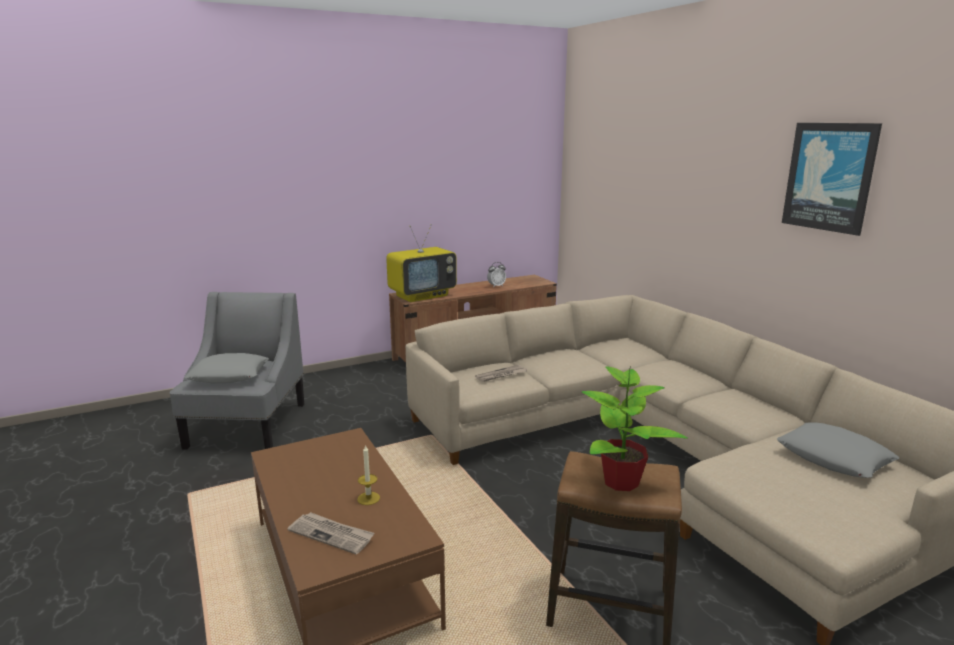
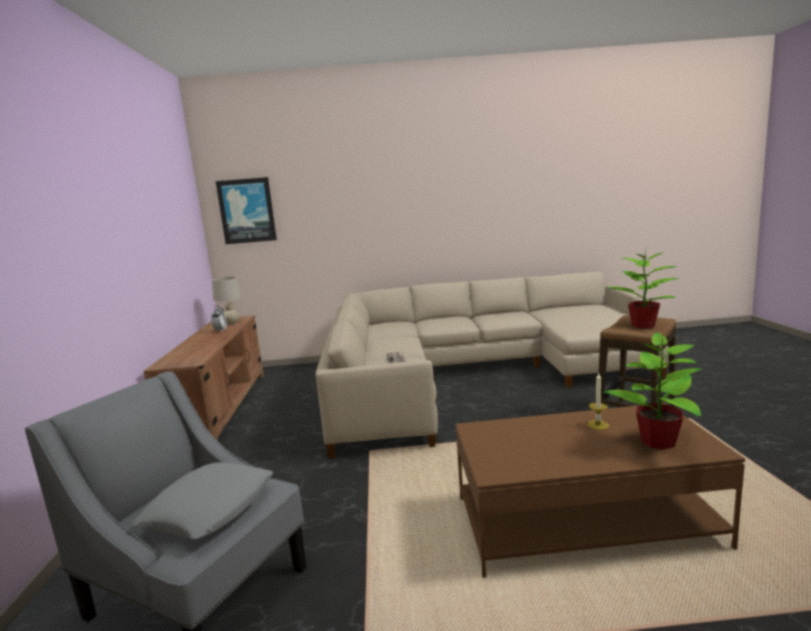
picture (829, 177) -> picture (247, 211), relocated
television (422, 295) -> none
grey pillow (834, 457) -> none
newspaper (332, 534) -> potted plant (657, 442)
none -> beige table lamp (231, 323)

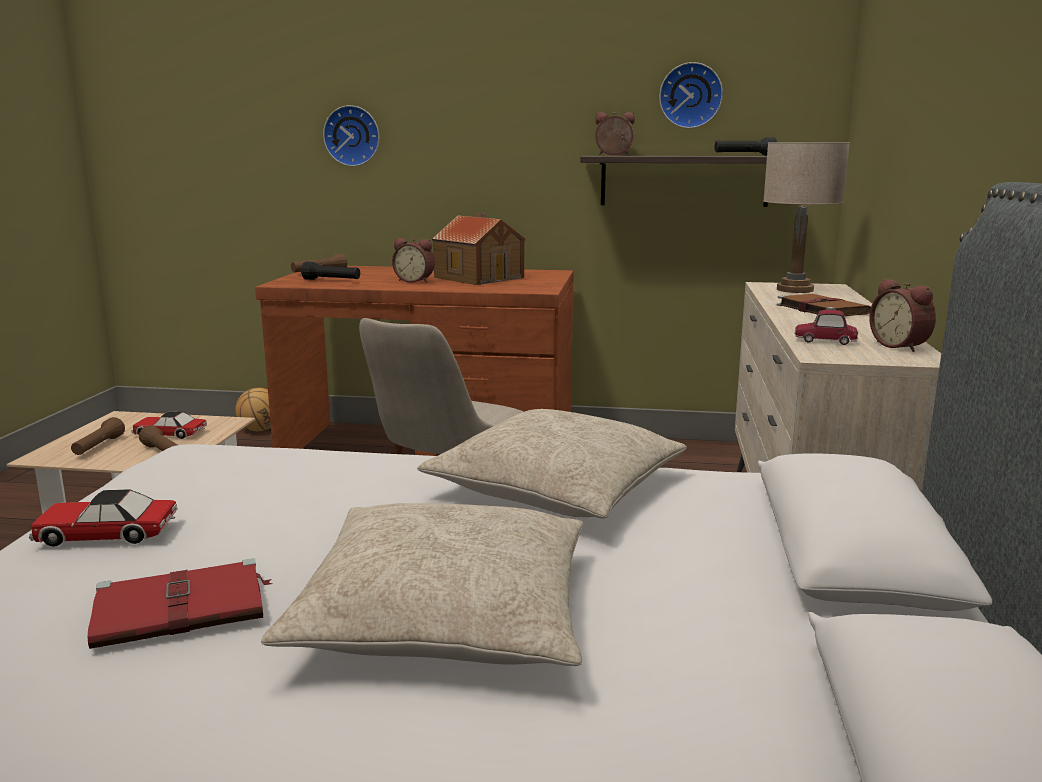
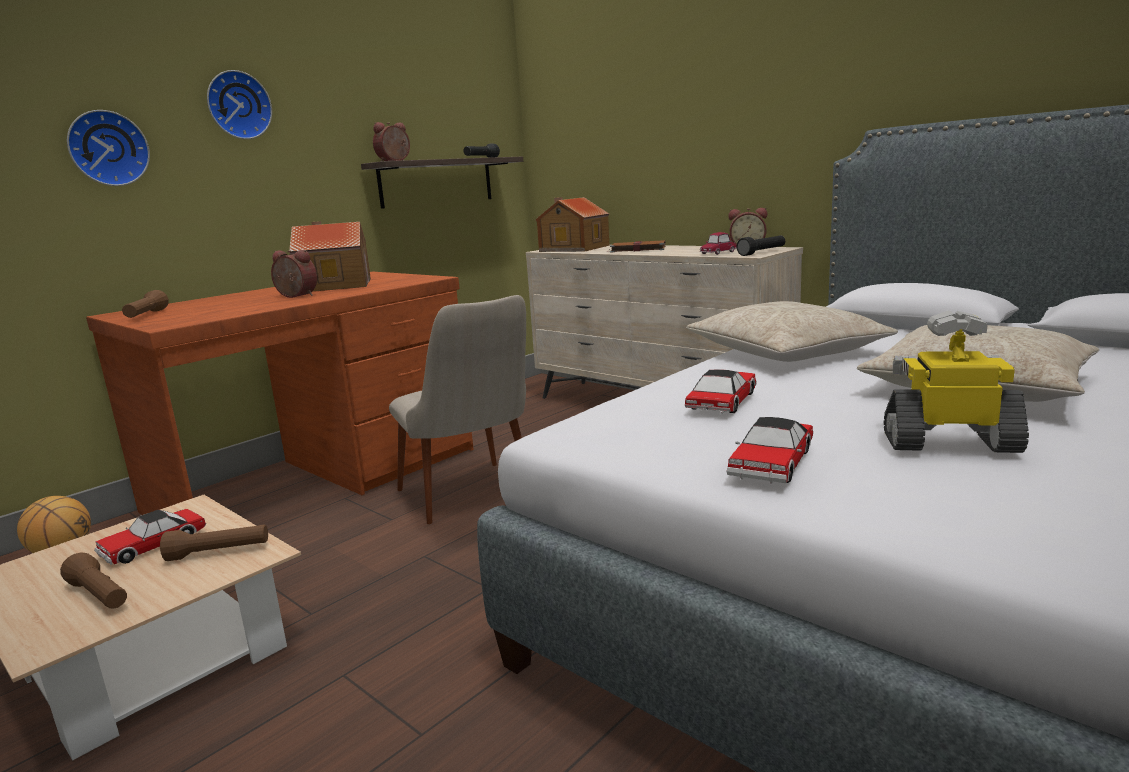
wall clock (690, 95) -> wall clock (238, 105), relocated
beige table lamp (794, 290) -> toy house (573, 248)
alarm clock (415, 281) -> alarm clock (295, 296), 120 degrees counterclockwise
black flashlight (332, 280) -> black flashlight (762, 252), relocated
red book (183, 609) -> toy robot (950, 442)
none -> toy car (722, 402)

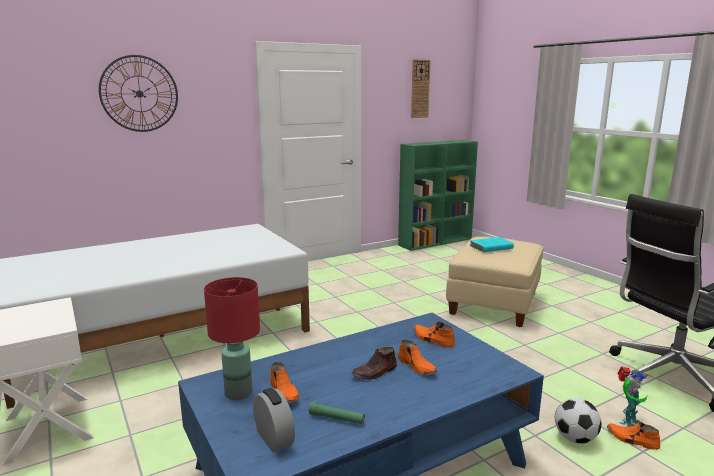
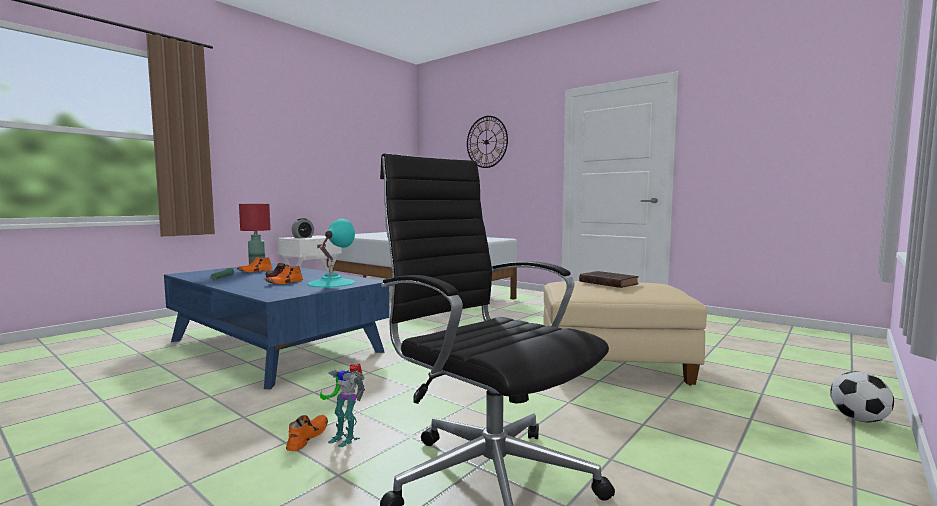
wall clock (420, 89) -> none
green bookcase (436, 242) -> none
turquoise book (490, 247) -> brown book (607, 282)
orange shoe (433, 340) -> turquoise table lamp (331, 283)
alarm clock (274, 438) -> alarm clock (303, 237), relocated
football (575, 438) -> football (858, 419), relocated

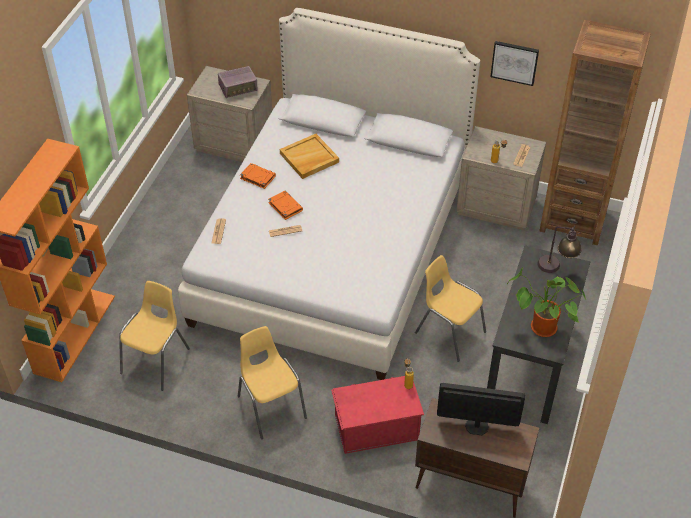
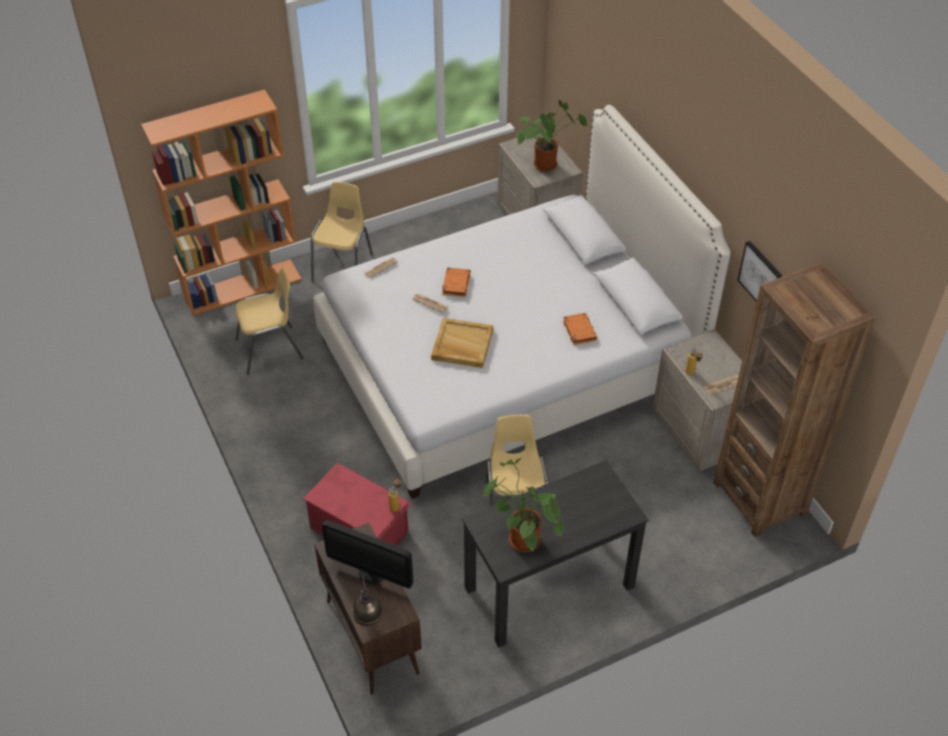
radio (238, 88) -> potted plant (547, 163)
beige tray (309, 158) -> beige tray (461, 345), relocated
orange book (257, 177) -> orange book (579, 330), relocated
table lamp (556, 268) -> table lamp (369, 623), relocated
yellow chair (271, 406) -> yellow chair (343, 267), relocated
monitor (476, 426) -> monitor (371, 574), 150 degrees clockwise

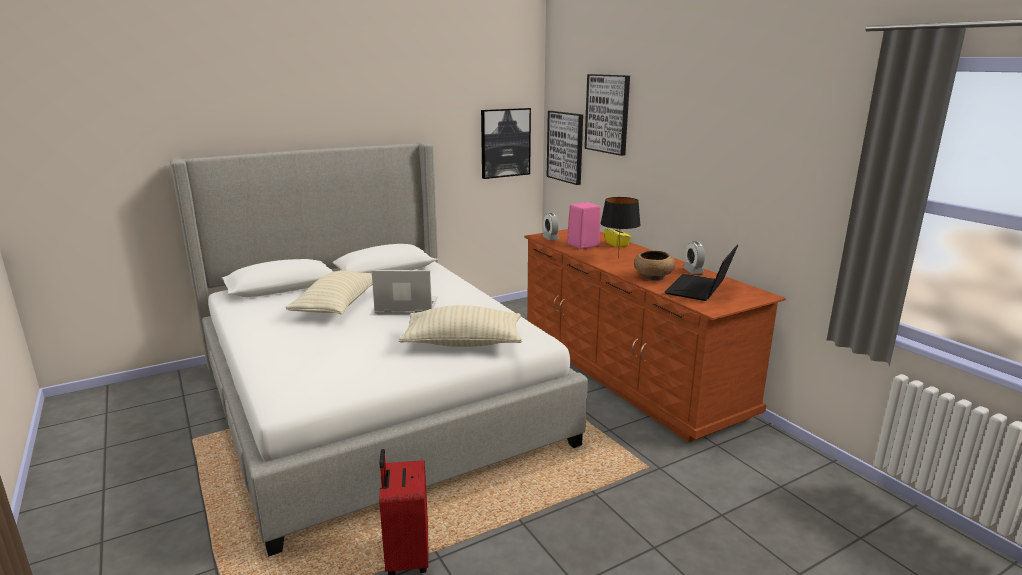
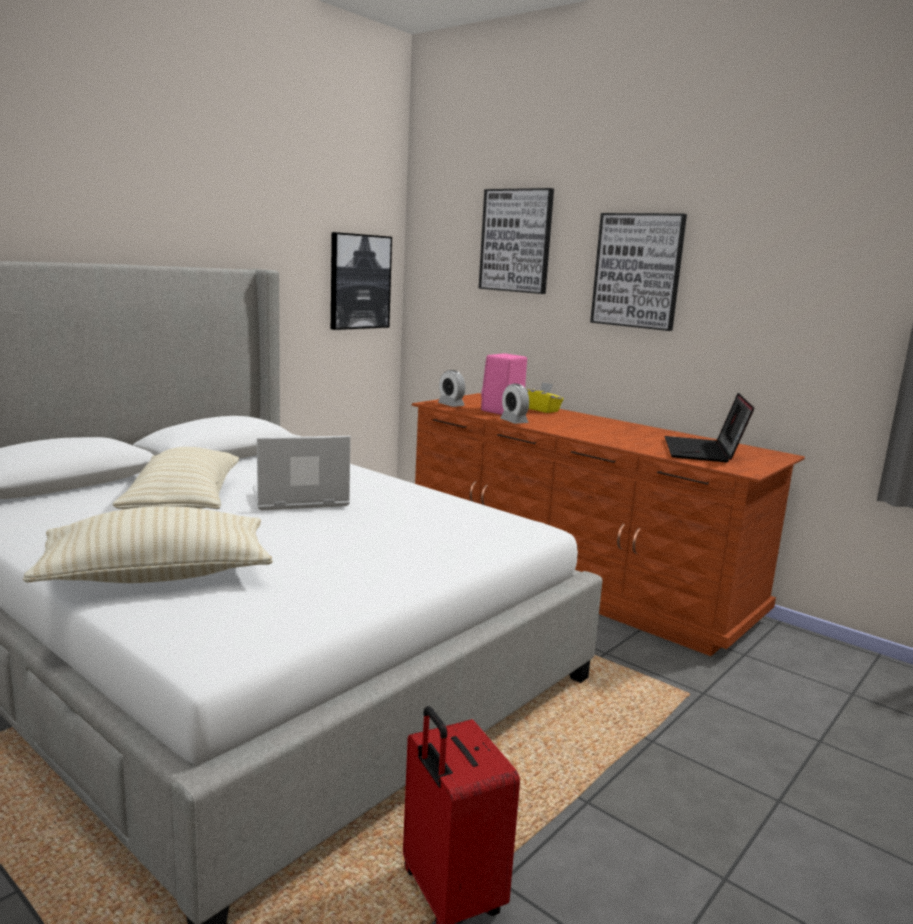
picture (565, 147) -> picture (637, 271), relocated
black table lamp (617, 258) -> none
alarm clock (693, 271) -> alarm clock (514, 421), relocated
brown bowl (653, 277) -> none
beige pillow (463, 343) -> beige pillow (157, 576), relocated

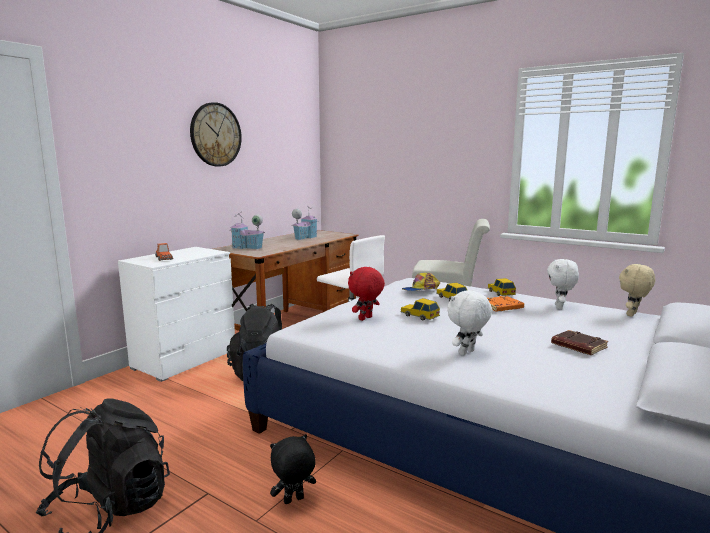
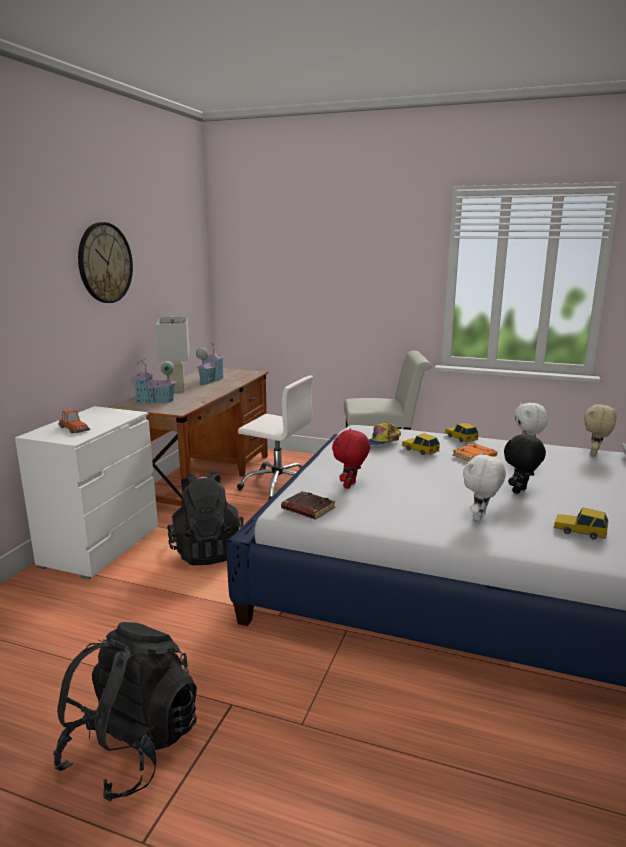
toy car (419, 316) -> toy car (579, 531), relocated
brown book (577, 346) -> brown book (307, 509), relocated
black plush toy (293, 501) -> black plush toy (520, 491), relocated
none -> white table lamp (177, 388)

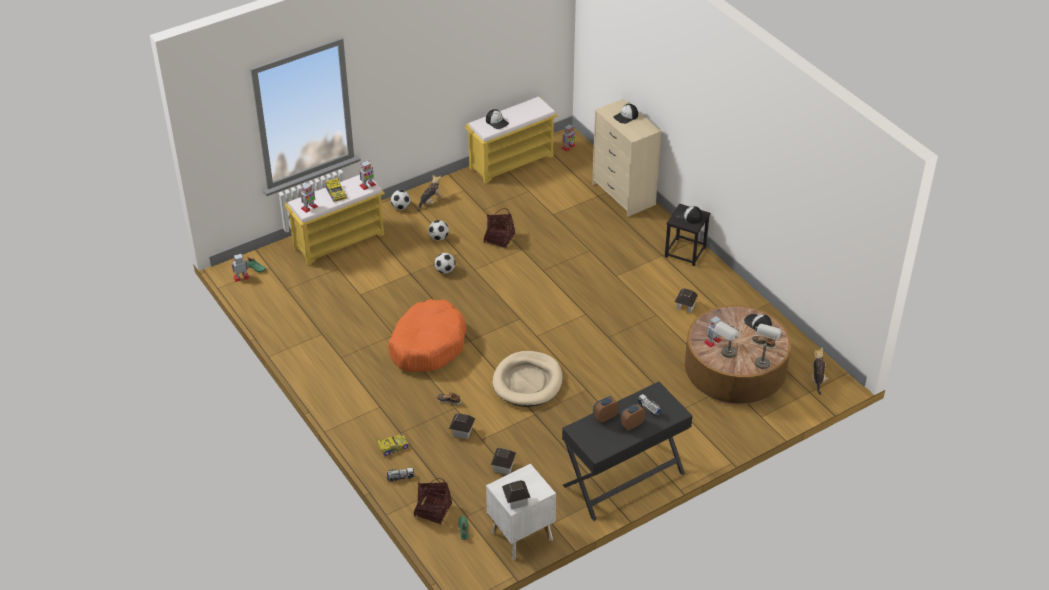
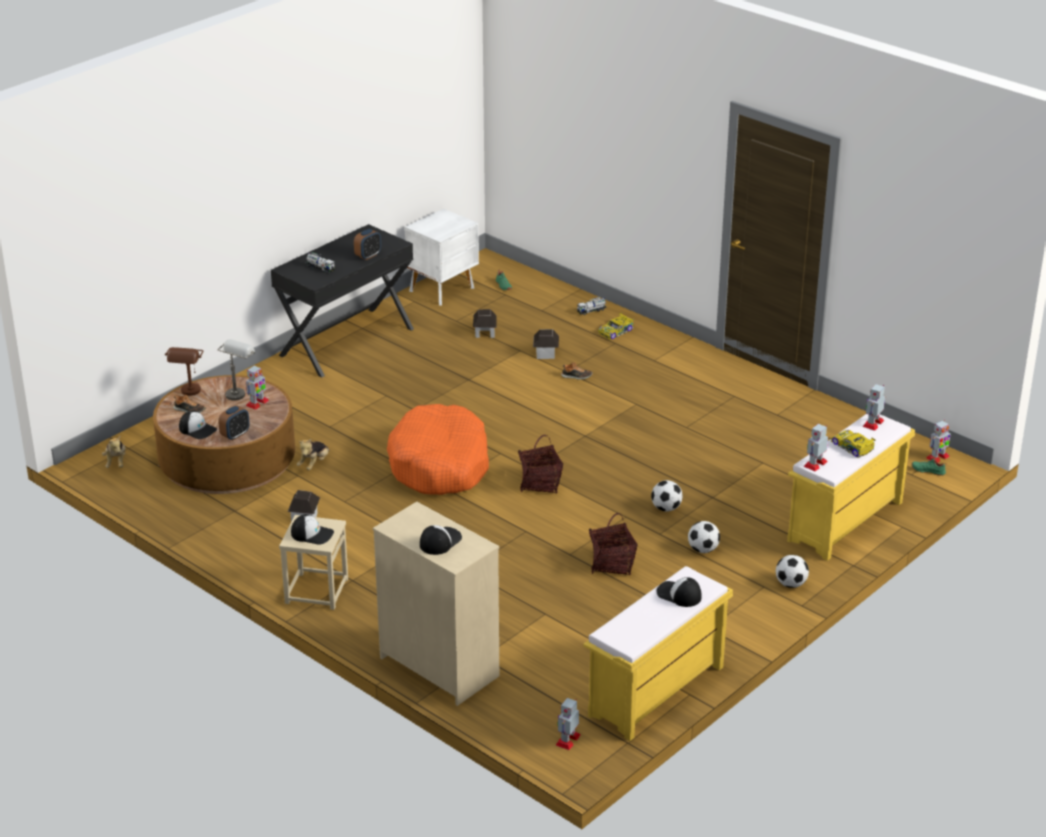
plush toy (430, 202) -> plush toy (314, 464), relocated
black stool (685, 252) -> beige stool (316, 591)
orange dog bed (427, 344) -> orange dog bed (440, 465), relocated
grey table lamp (763, 359) -> brown table lamp (189, 394)
beige dog bed (527, 382) -> none
alarm clock (631, 424) -> alarm clock (235, 435), relocated
basket (432, 510) -> basket (540, 483), relocated
toy house (516, 500) -> none

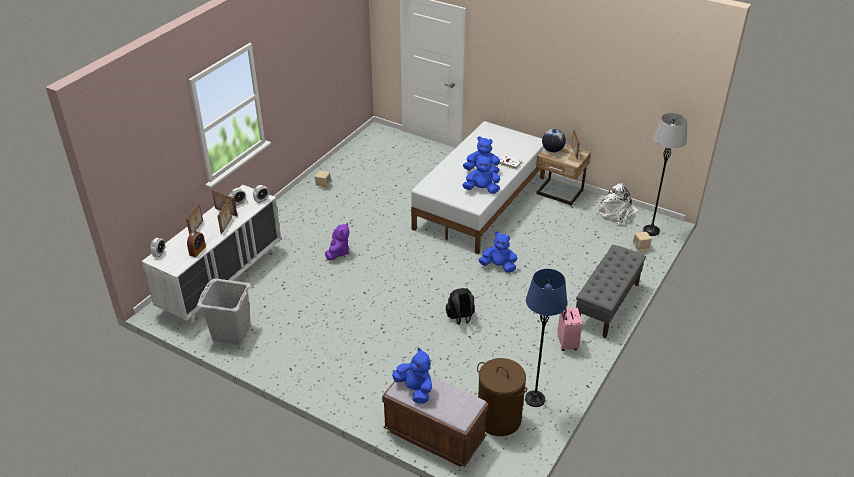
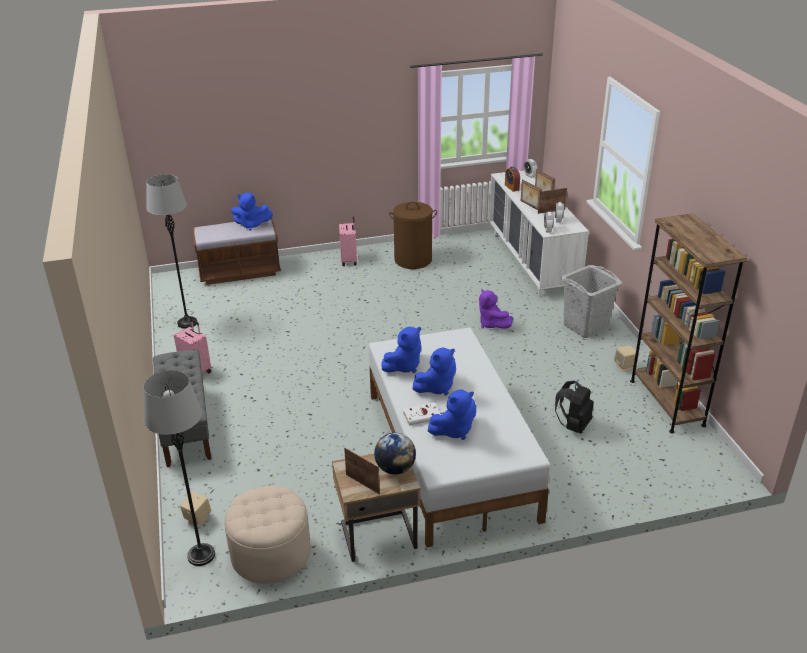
white backpack (616, 213) -> beige ottoman (271, 553)
blue plush toy (498, 266) -> blue plush toy (454, 430), relocated
blue floor lamp (535, 399) -> grey floor lamp (187, 323)
grey laundry basket (231, 332) -> grey laundry basket (586, 326), relocated
black backpack (460, 319) -> black backpack (573, 425), relocated
brown laundry basket (498, 419) -> brown laundry basket (413, 260), relocated
none -> brown bookcase (666, 402)
none -> pink suitcase (349, 260)

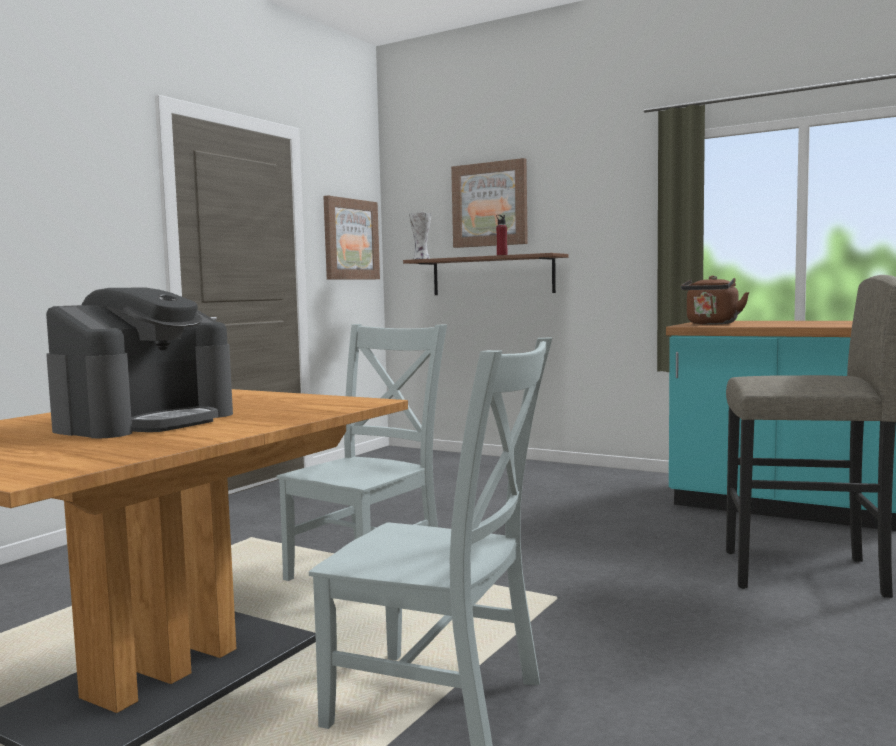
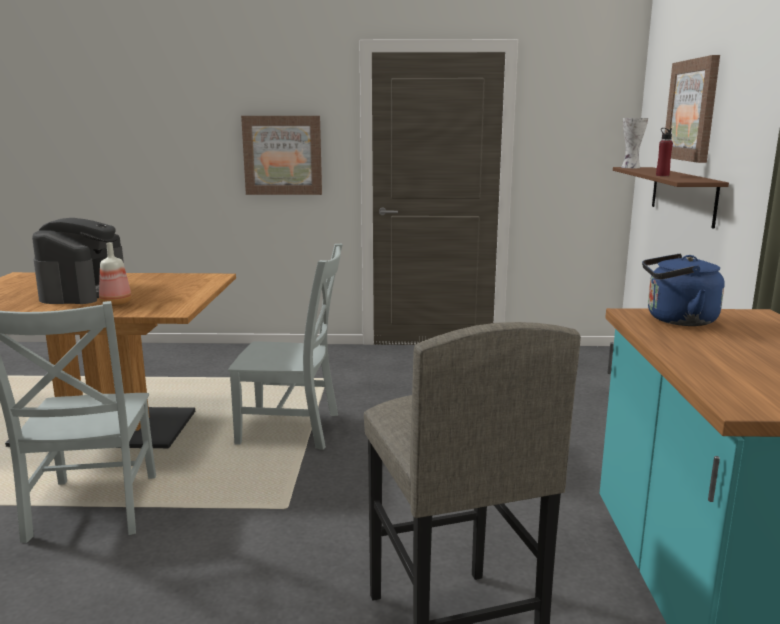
picture (350, 239) -> picture (282, 155), relocated
brown kettle (711, 324) -> blue kettle (676, 320)
coffee machine (146, 421) -> coffee machine (85, 292), 90 degrees counterclockwise
none -> bottle (115, 303)

